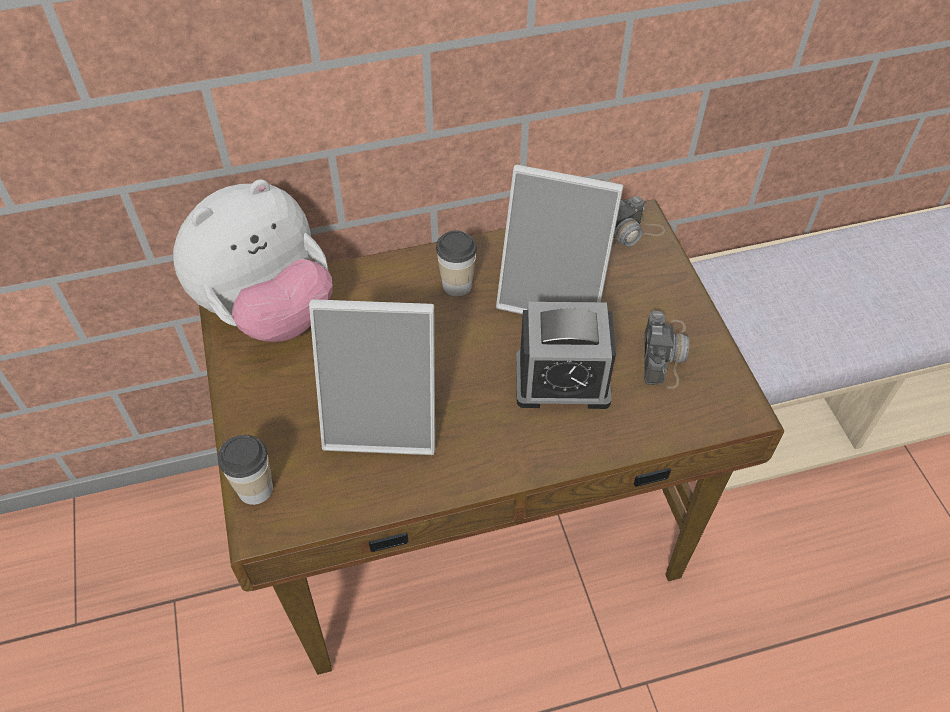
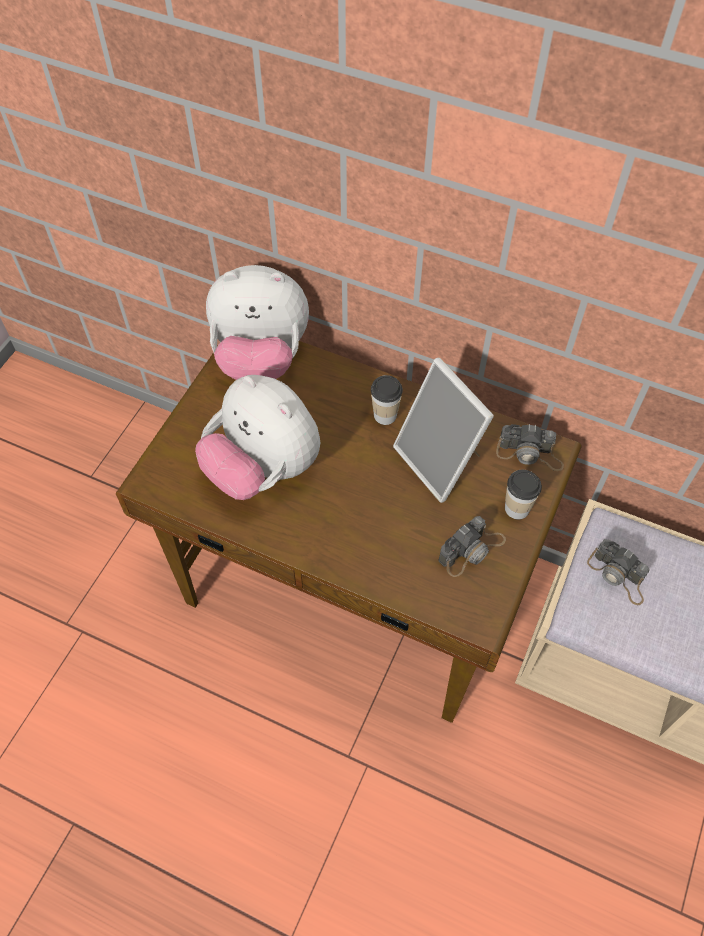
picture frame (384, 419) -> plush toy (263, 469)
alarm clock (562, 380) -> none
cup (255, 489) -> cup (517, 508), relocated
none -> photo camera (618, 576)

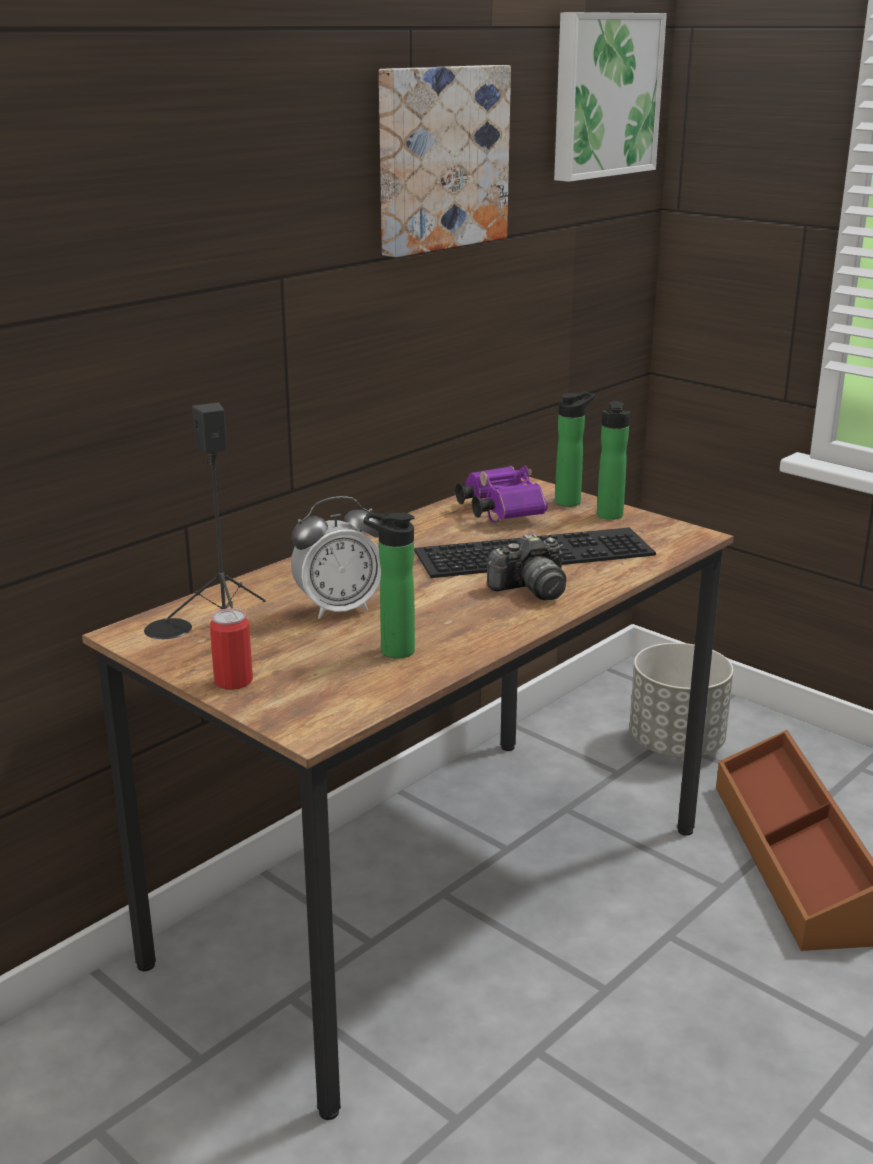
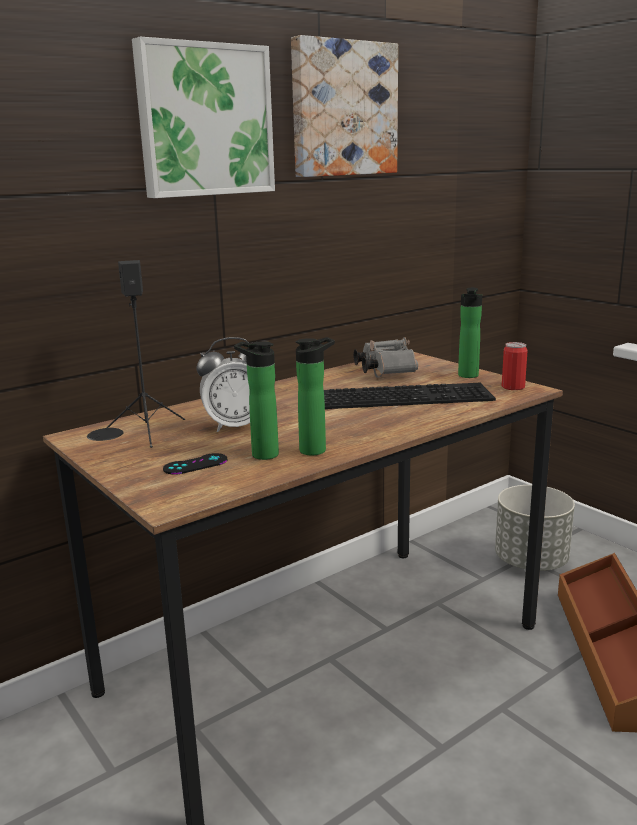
picture (603, 95) -> picture (204, 121), relocated
bottle (571, 501) -> bottle (316, 450), relocated
purple binoculars (498, 511) -> grey binoculars (384, 371)
photo camera (531, 589) -> none
can (233, 681) -> can (513, 387), relocated
none -> black game controller (195, 464)

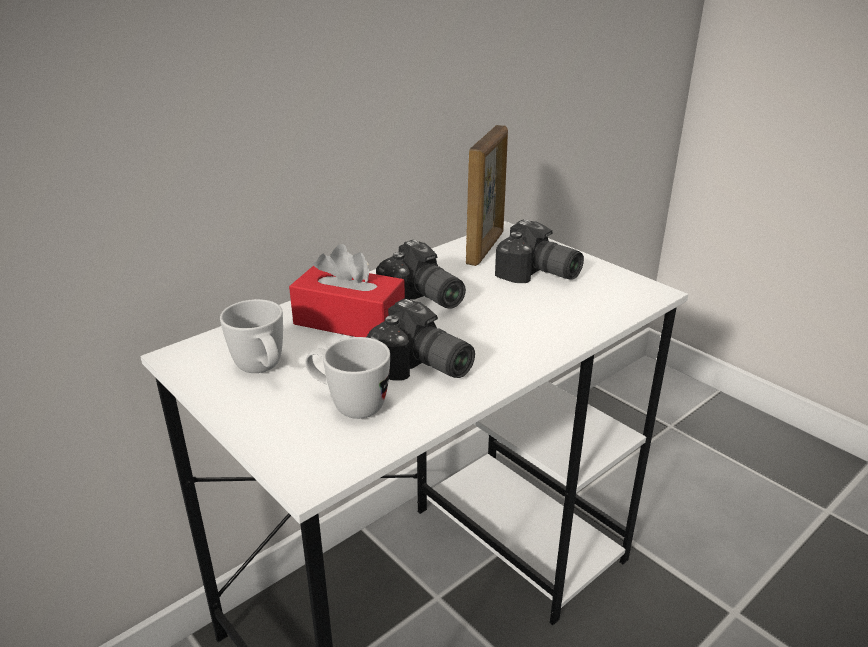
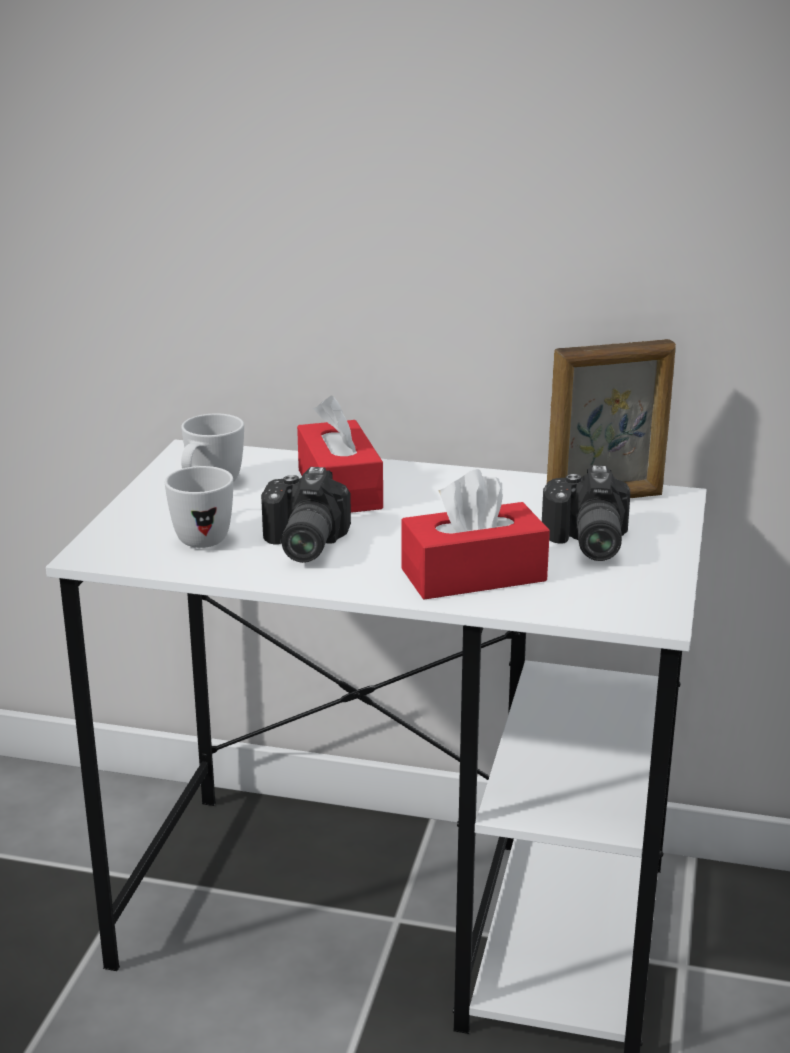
photo camera (422, 300) -> none
none -> red tissue box (473, 575)

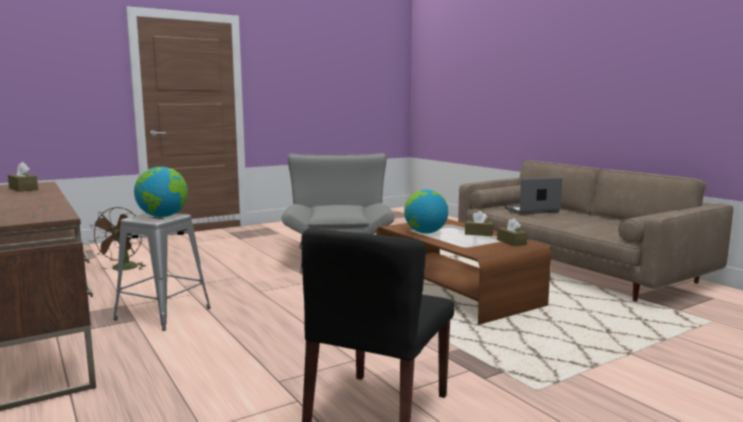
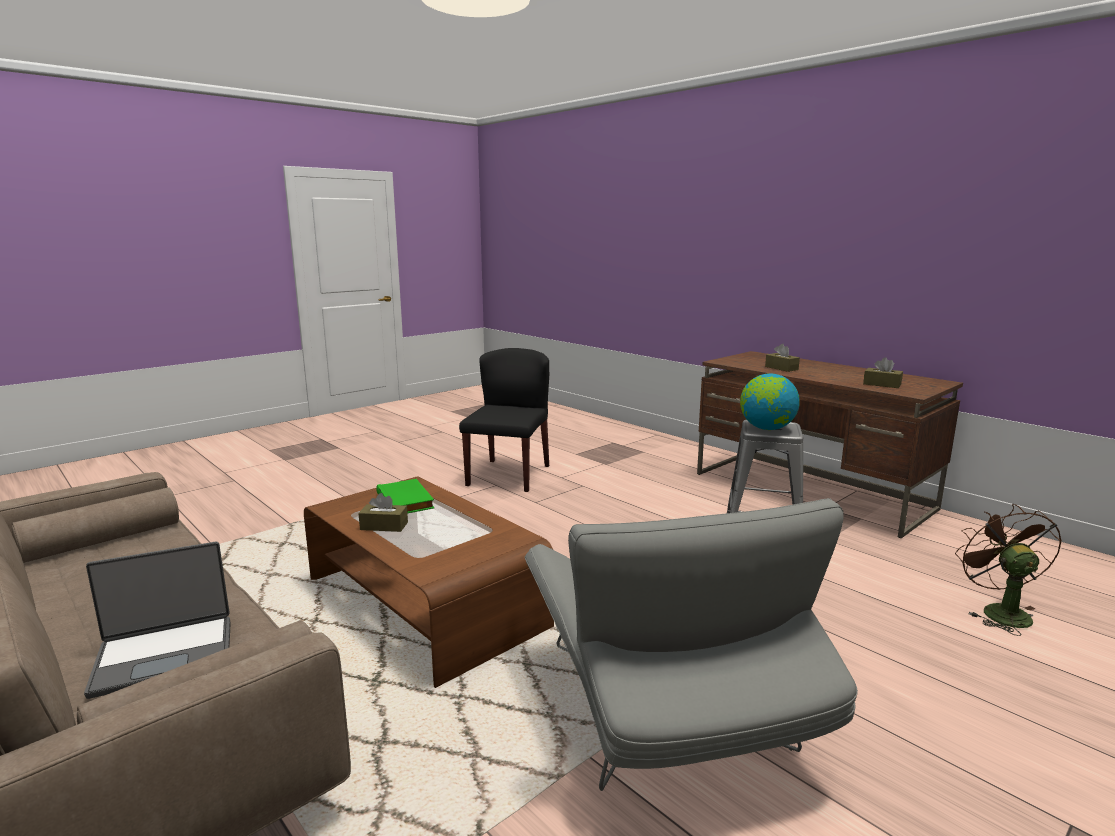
globe (425, 232) -> none
brown tissue box (511, 242) -> brown tissue box (781, 368), relocated
none -> green book (406, 501)

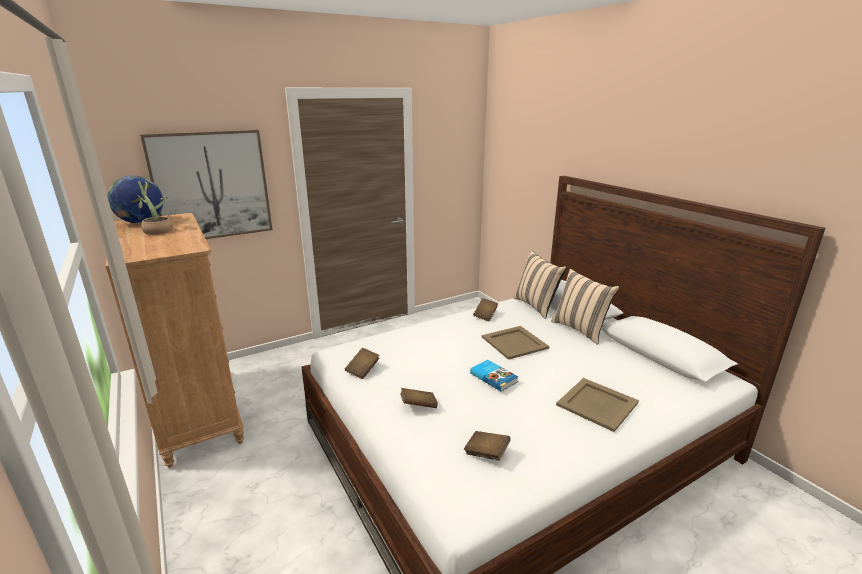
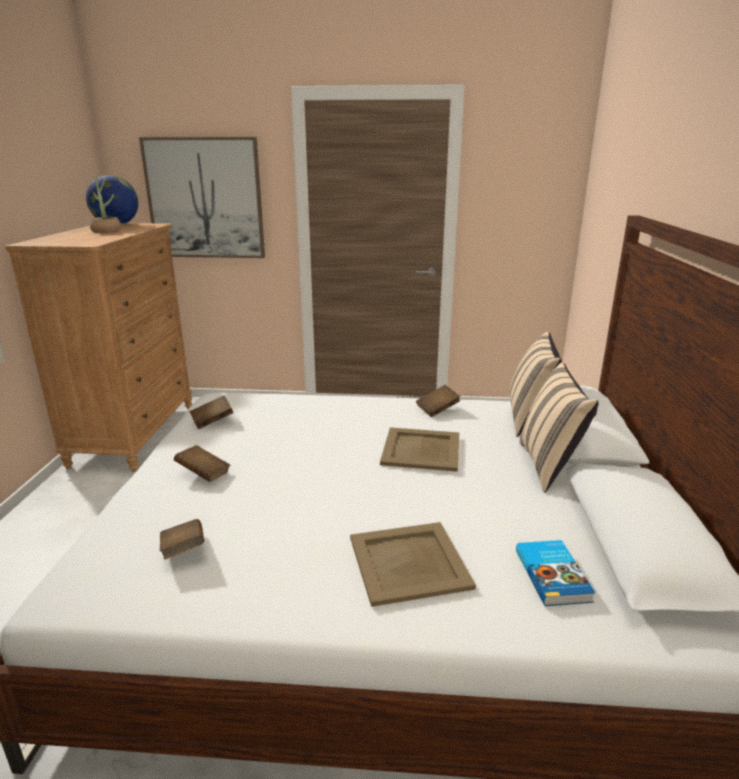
book (494, 377) -> book (553, 575), relocated

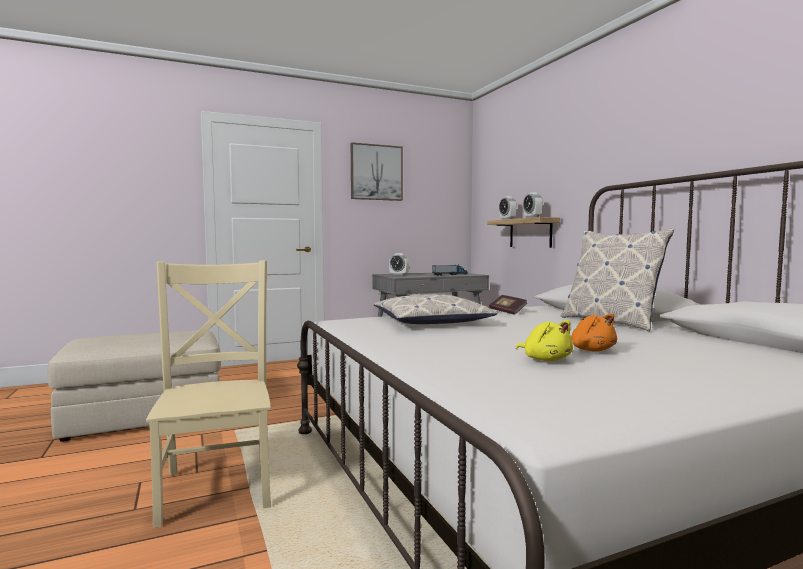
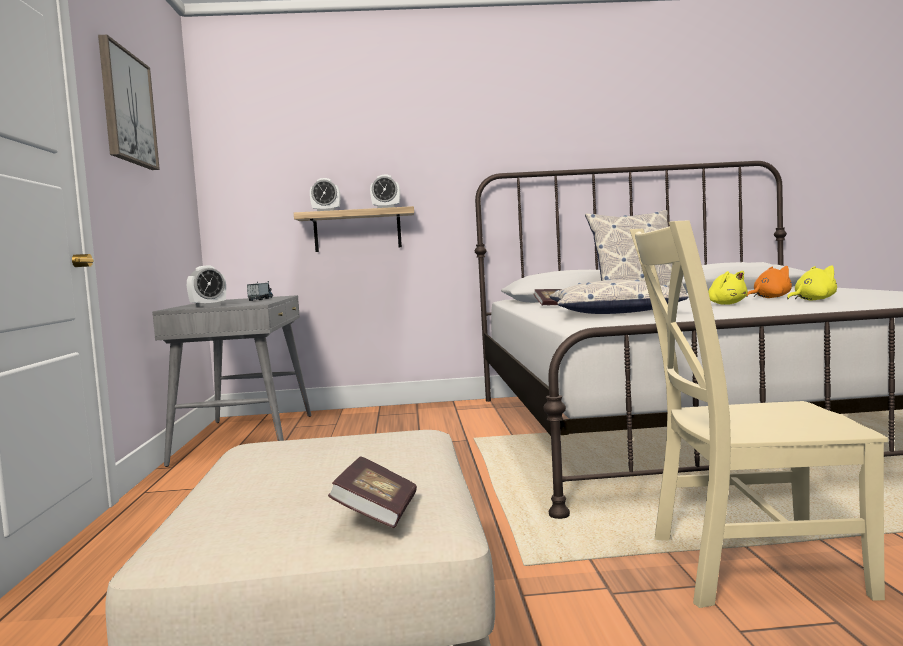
none -> yellow plush toy (725, 304)
none -> book (377, 514)

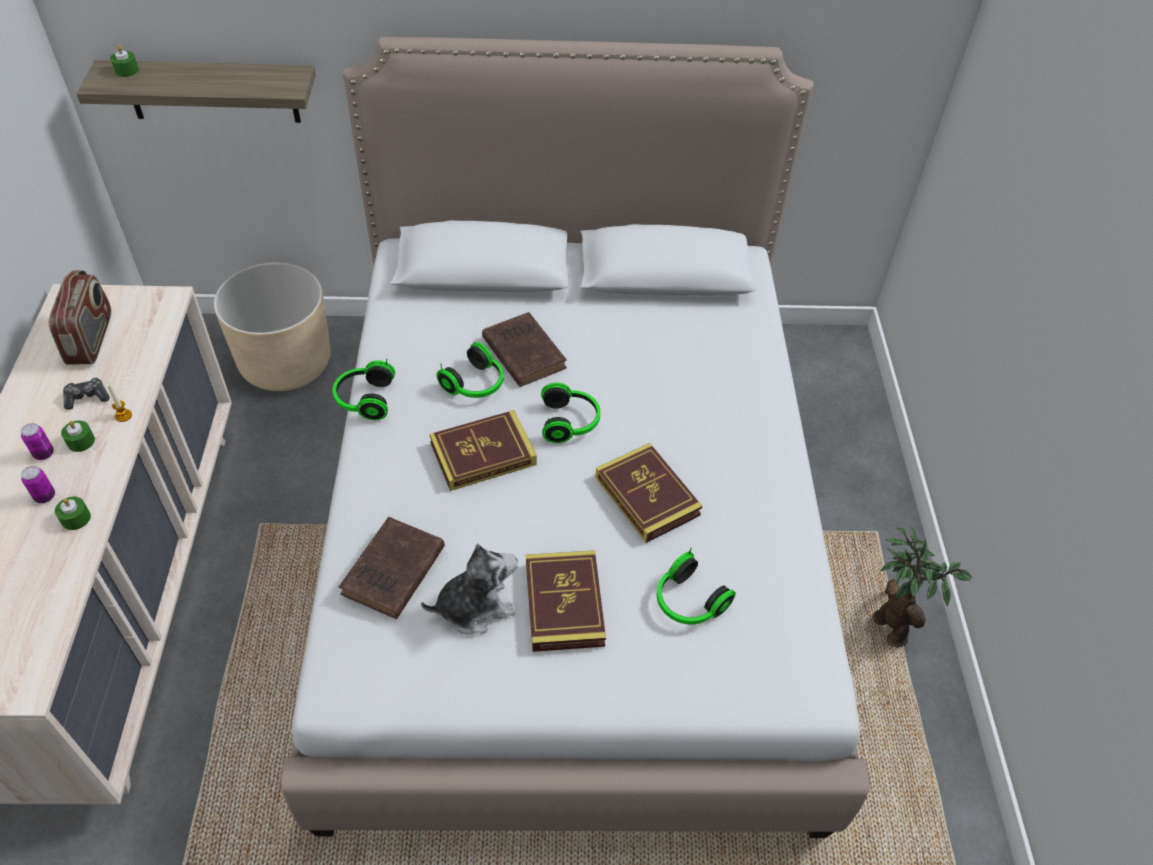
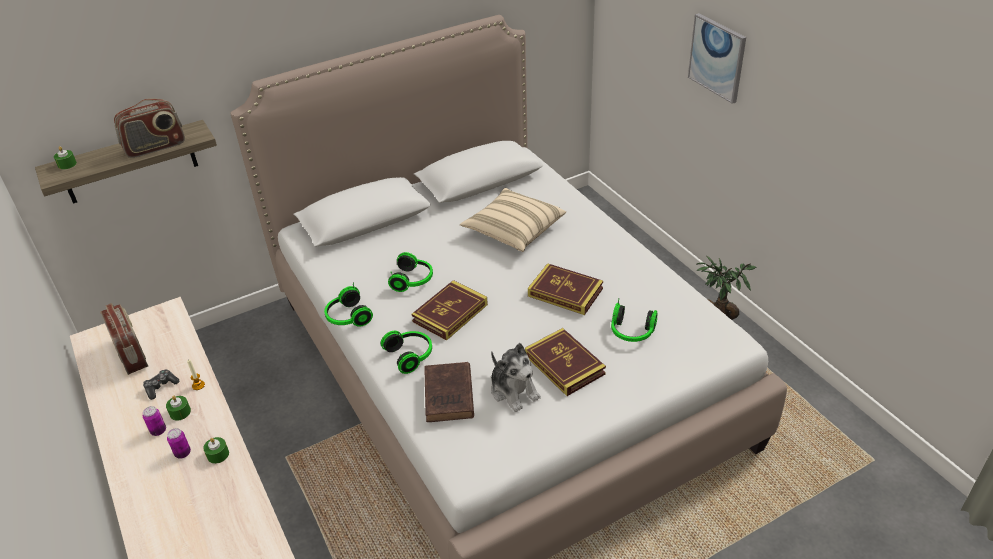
beige planter (285, 363) -> none
brown book (522, 352) -> none
headphones (570, 422) -> headphones (411, 355), relocated
plush toy (474, 607) -> plush toy (514, 391), 105 degrees clockwise
none -> picture (717, 57)
none -> radio (155, 147)
none -> beige pillow (514, 231)

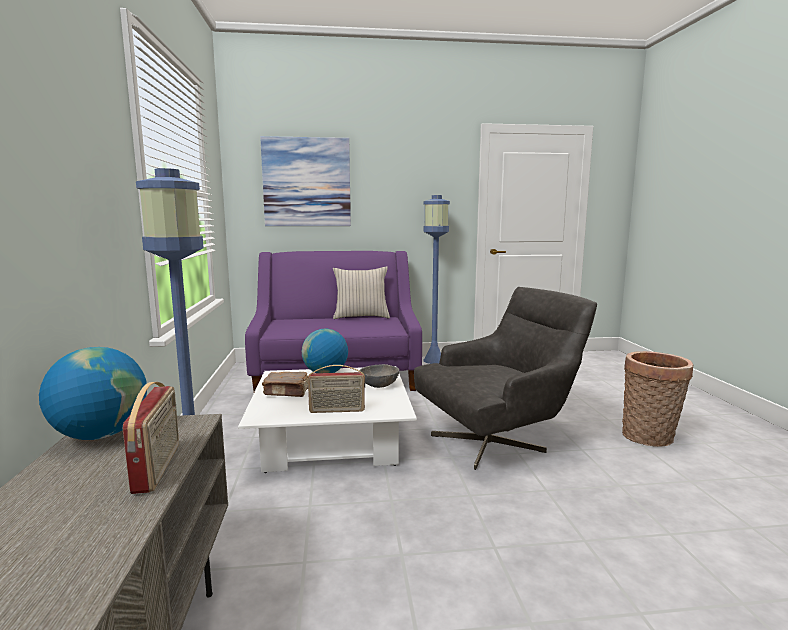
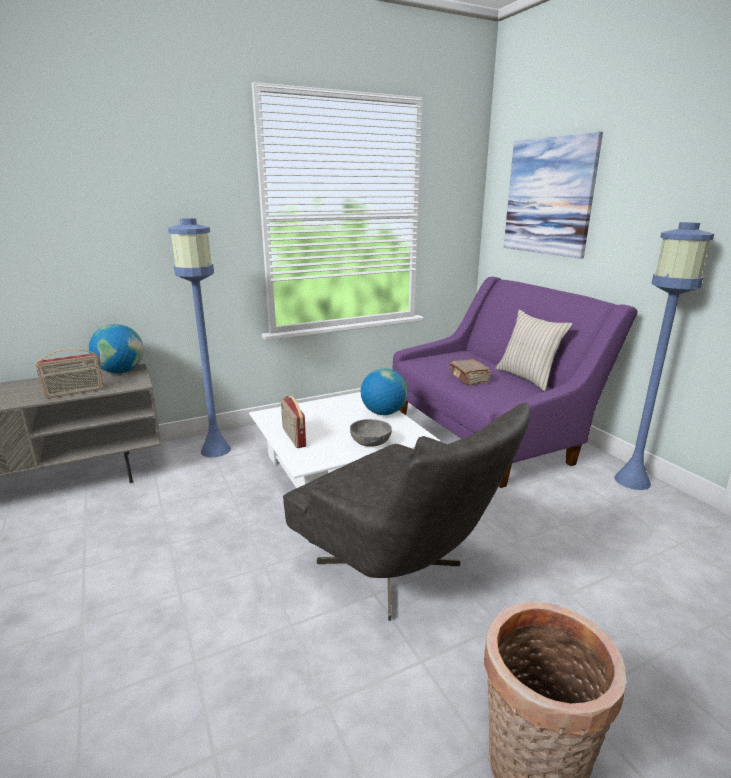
brown book (287, 392) -> brown book (469, 379), relocated

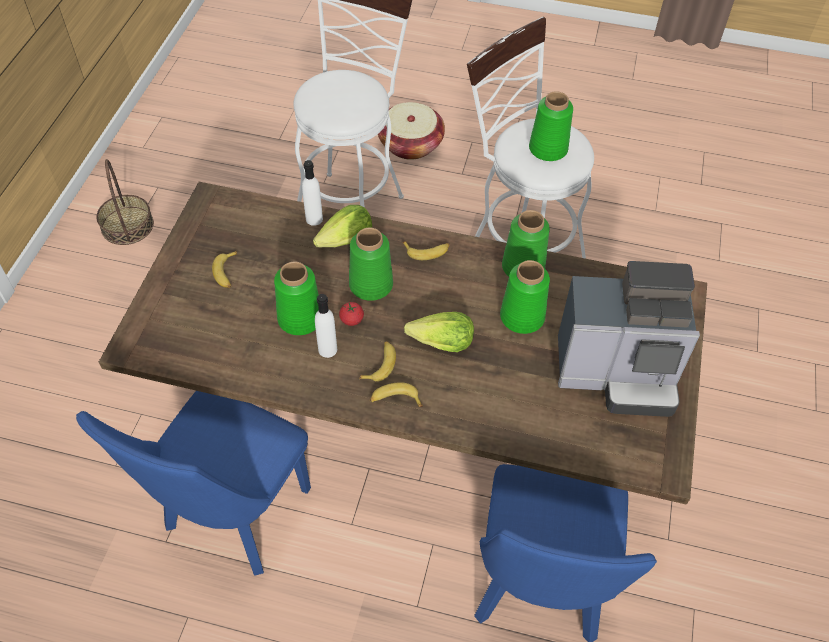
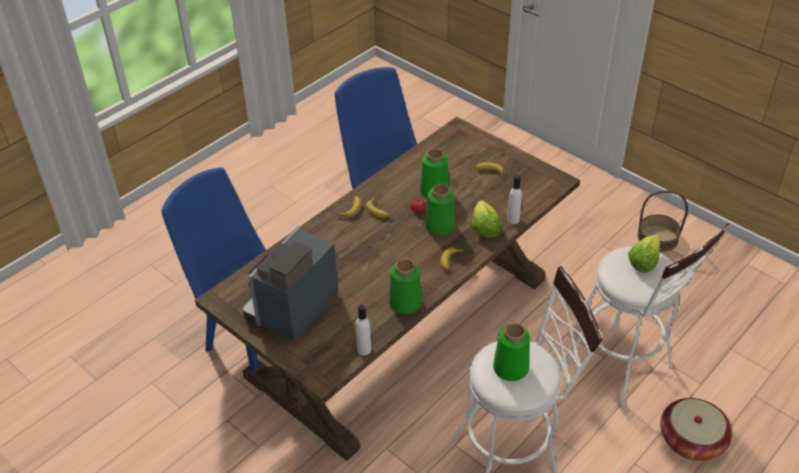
green vase (523, 317) -> none
white bottle (327, 349) -> white bottle (364, 349), relocated
lettuce (442, 343) -> lettuce (643, 261), relocated

